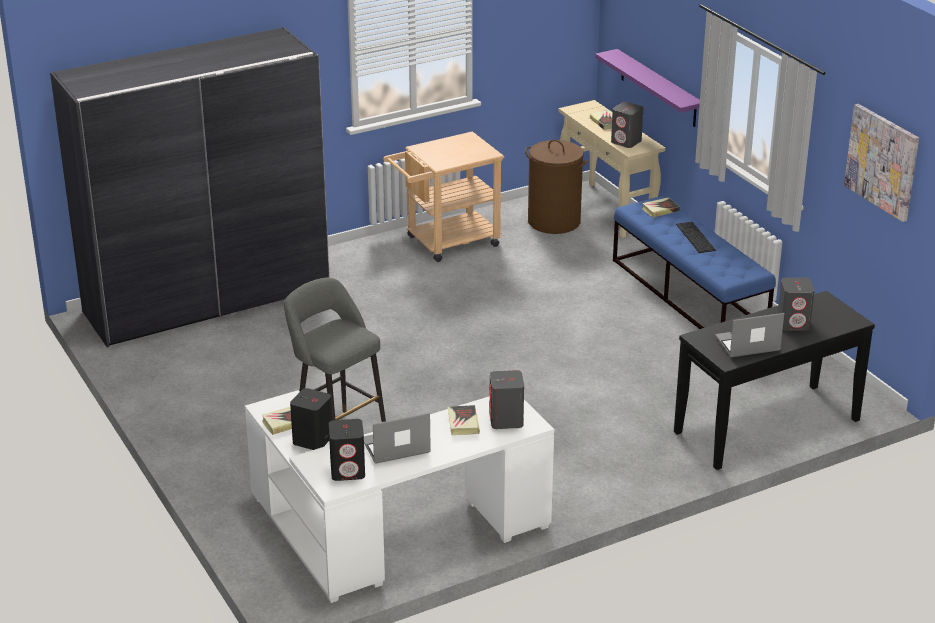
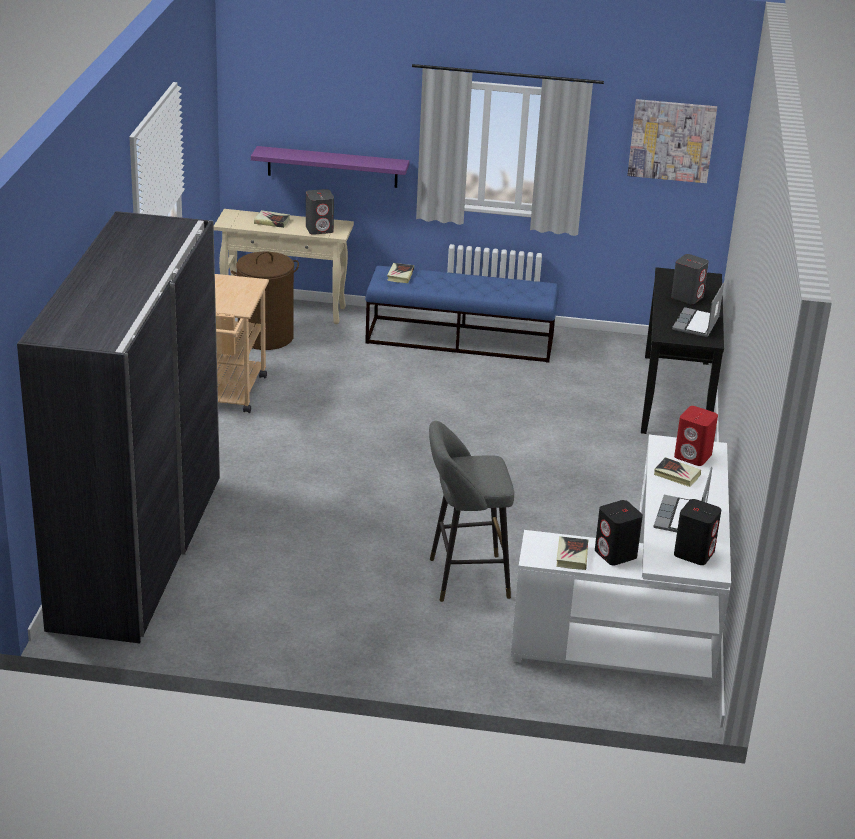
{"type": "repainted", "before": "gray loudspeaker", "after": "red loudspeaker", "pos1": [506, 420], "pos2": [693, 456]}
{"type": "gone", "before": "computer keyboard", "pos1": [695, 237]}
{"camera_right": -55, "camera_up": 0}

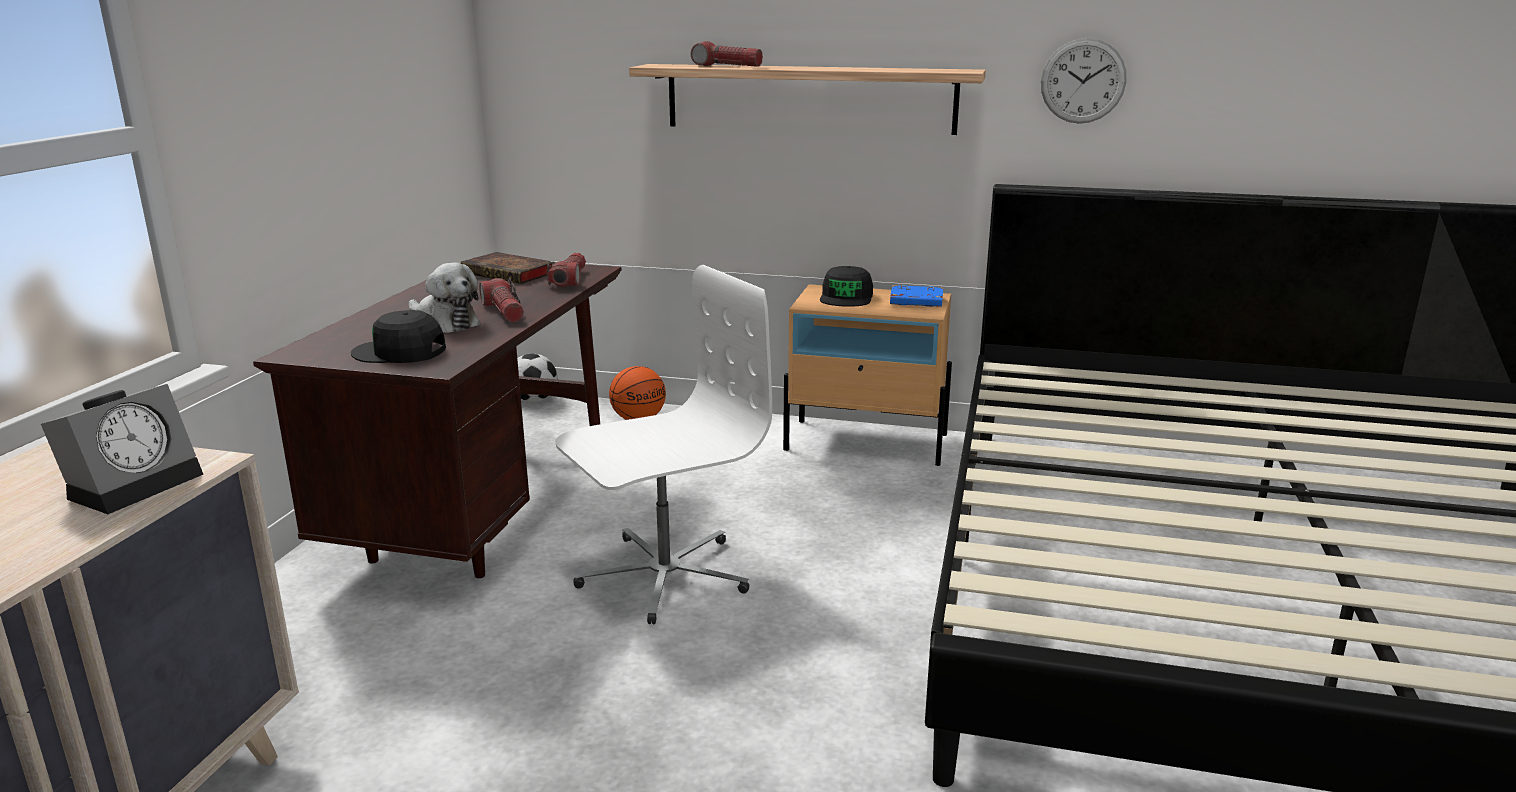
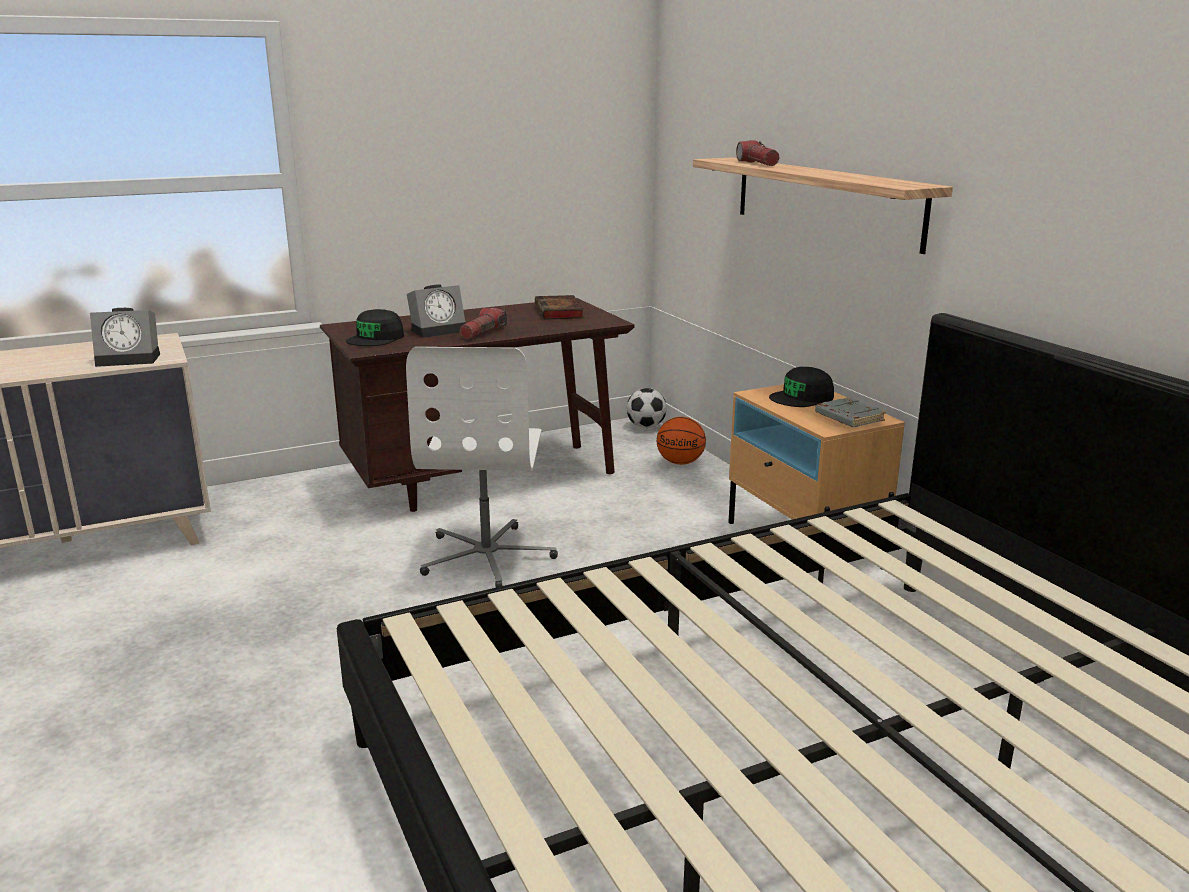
{"type": "rotated", "before": "blackish cap", "pos1": [400, 352], "pos2": [376, 338], "turn": -120}
{"type": "swapped", "before": "cuddly toy", "after": "bedside clock", "pos1": [444, 323], "pos2": [439, 330]}
{"type": "gone", "before": "flashlight", "pos1": [569, 280]}
{"type": "rotated", "before": "white-coloured desk chair", "pos1": [663, 575], "pos2": [488, 556], "turn": 75}
{"type": "repainted", "before": "bluish bound book", "after": "gray bound book", "pos1": [915, 301], "pos2": [848, 417]}
{"type": "gone", "before": "clock on the wall", "pos1": [1083, 81]}
{"camera_right": 50, "camera_up": 0}

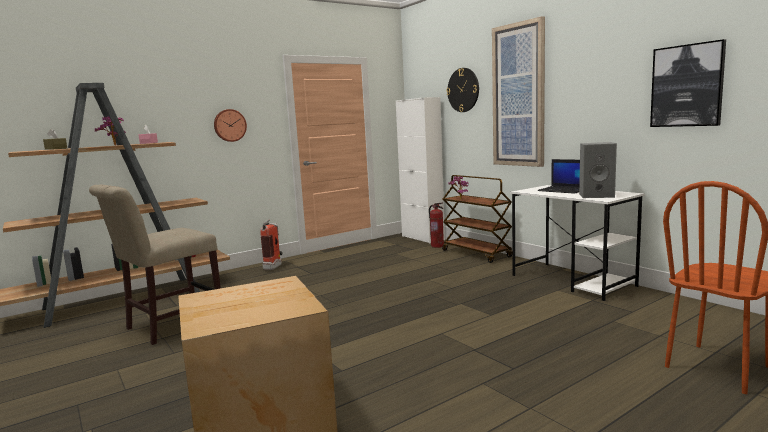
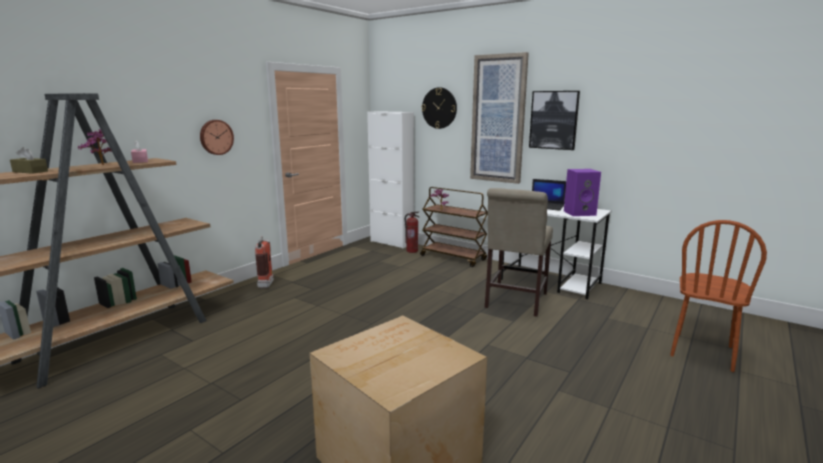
{"type": "shifted", "before": "beige upright chair", "pos1": [169, 325], "pos2": [514, 302]}
{"type": "repainted", "before": "gray loudspeaker", "after": "purple-coloured loudspeaker", "pos1": [597, 195], "pos2": [580, 213]}
{"type": "shifted", "before": "wall picture", "pos1": [687, 86], "pos2": [554, 120]}
{"camera_right": -20, "camera_up": 5}

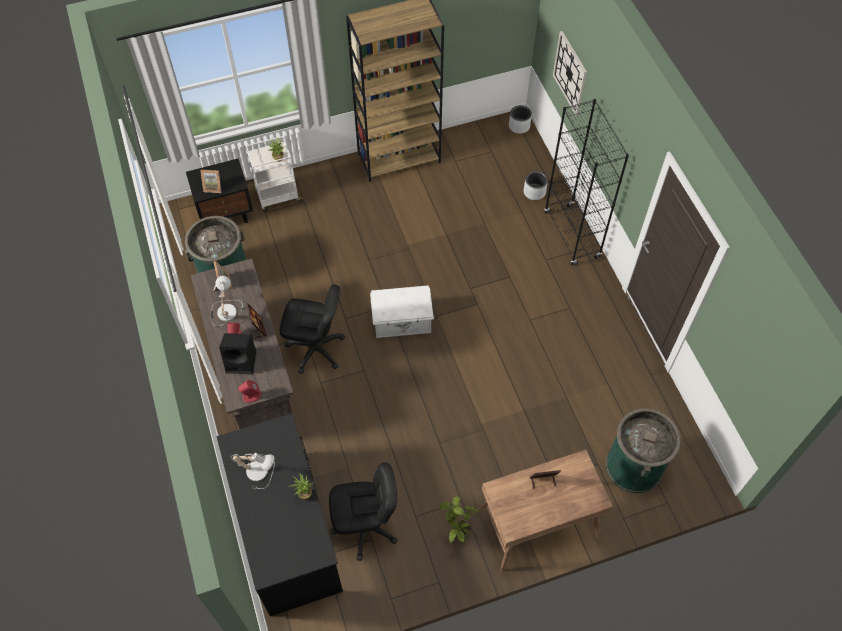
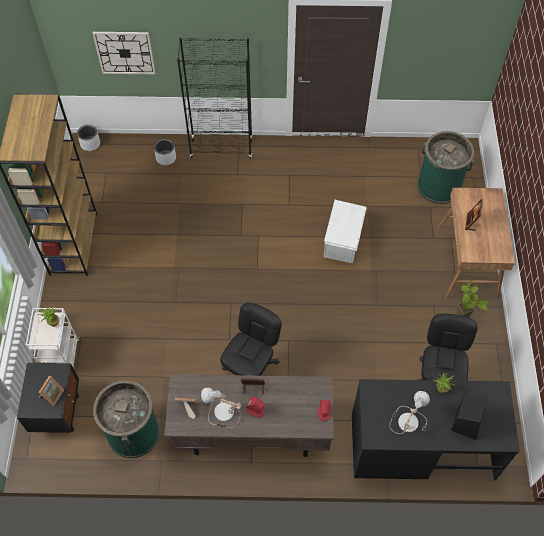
{"type": "shifted", "before": "blackish loudspeaker", "pos1": [242, 362], "pos2": [466, 422]}
{"type": "shifted", "before": "white-coloured storage container", "pos1": [402, 321], "pos2": [343, 240]}
{"camera_right": -70, "camera_up": 0}

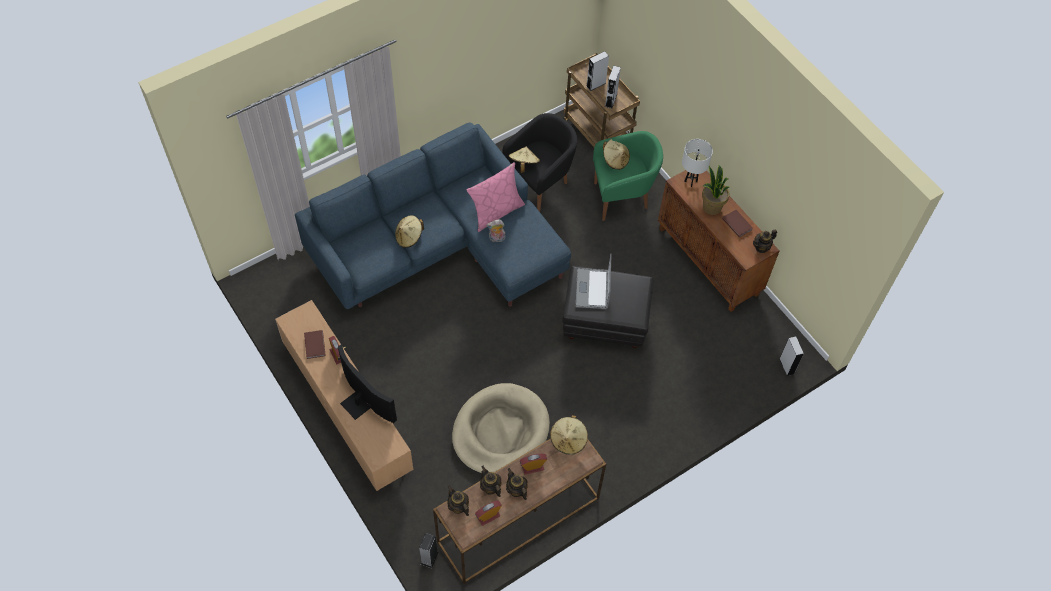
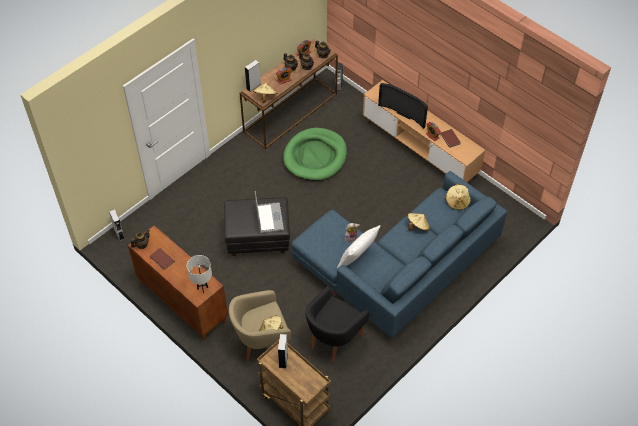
{"type": "repainted", "before": "beige pet bed", "after": "green pet bed", "pos1": [500, 431], "pos2": [315, 156]}
{"type": "repainted", "before": "pinkish pillow", "after": "white-coloured pillow", "pos1": [496, 212], "pos2": [357, 258]}
{"type": "shifted", "before": "beige wearable hat", "pos1": [523, 164], "pos2": [457, 202]}
{"type": "shifted", "before": "gray loudspeaker", "pos1": [596, 84], "pos2": [253, 86]}
{"type": "repainted", "before": "green easy chair", "after": "beige easy chair", "pos1": [622, 198], "pos2": [261, 342]}
{"type": "gone", "before": "houseplant", "pos1": [711, 207]}
{"camera_right": 170, "camera_up": -5}

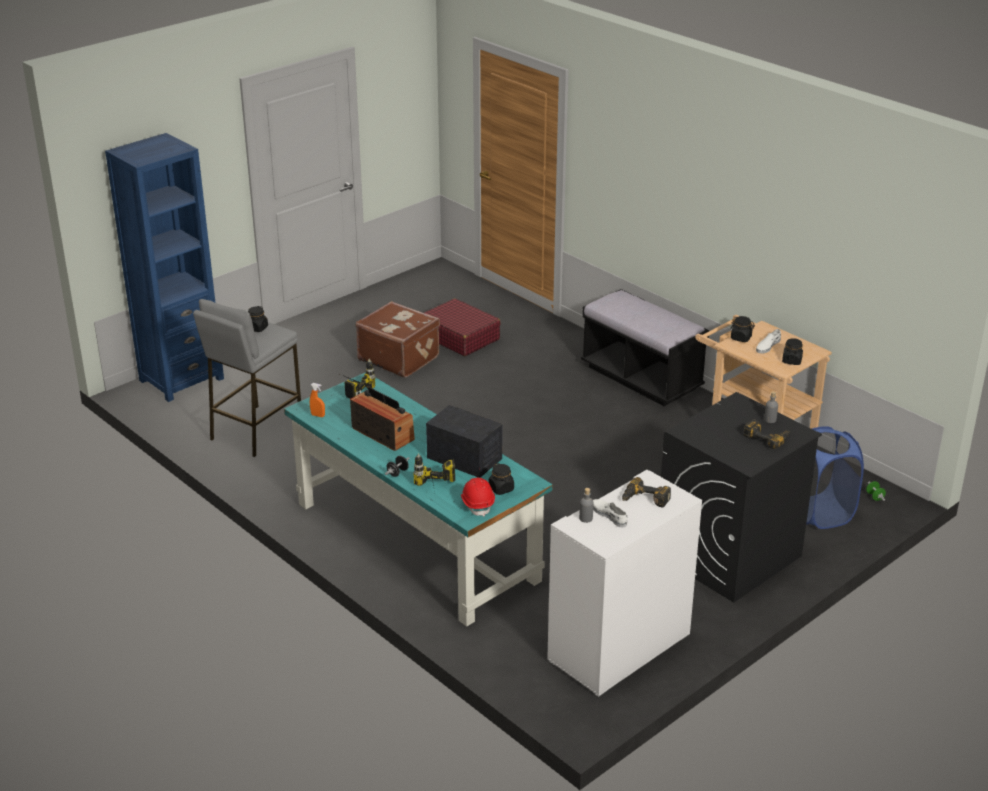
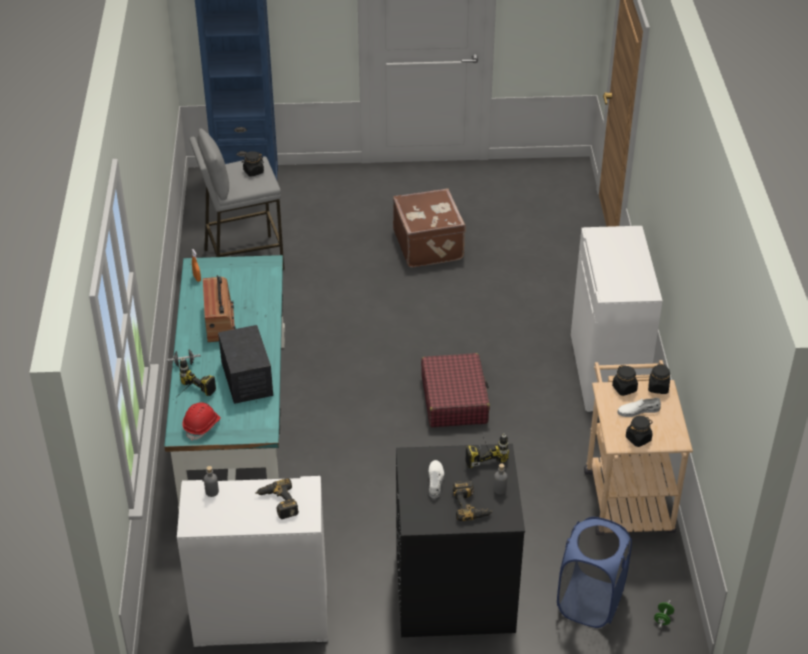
{"type": "shifted", "before": "drill", "pos1": [352, 389], "pos2": [483, 452]}
{"type": "shifted", "before": "red travel case", "pos1": [459, 337], "pos2": [454, 399]}
{"type": "shifted", "before": "blackish jar", "pos1": [501, 489], "pos2": [658, 387]}
{"type": "swapped", "before": "blackish long seat", "after": "white-coloured cupboard", "pos1": [641, 378], "pos2": [608, 373]}
{"type": "shifted", "before": "white-coloured shoe", "pos1": [609, 515], "pos2": [435, 481]}
{"camera_right": 40, "camera_up": 10}

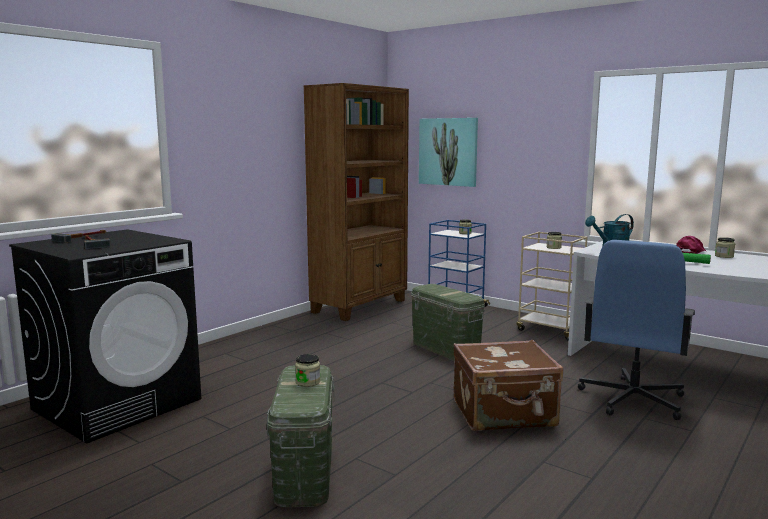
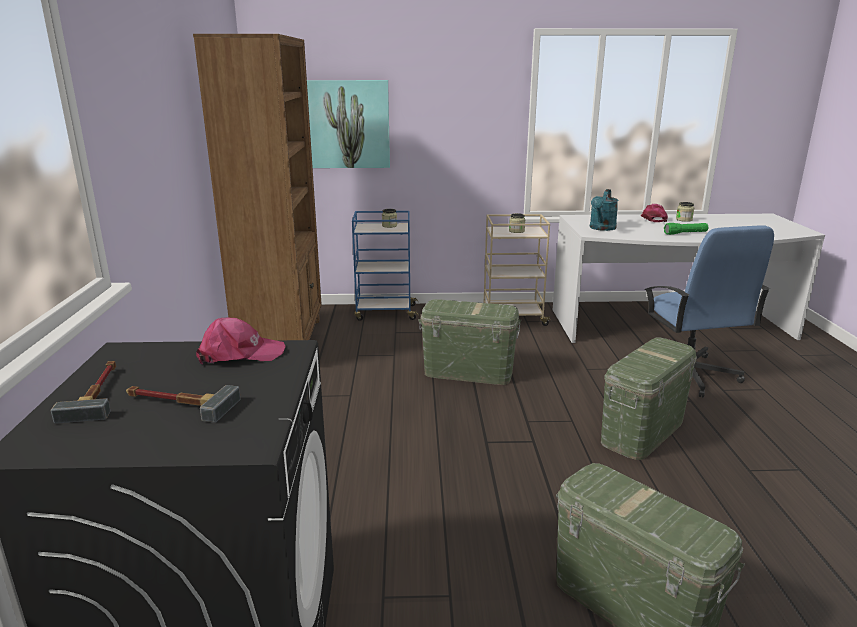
{"type": "gone", "before": "jar", "pos1": [308, 382]}
{"type": "swapped", "before": "brown-coloured travel case", "after": "green storage container", "pos1": [504, 414], "pos2": [642, 431]}
{"type": "new", "after": "pinkish cap", "pos2": [240, 354]}
{"camera_right": -40, "camera_up": 10}

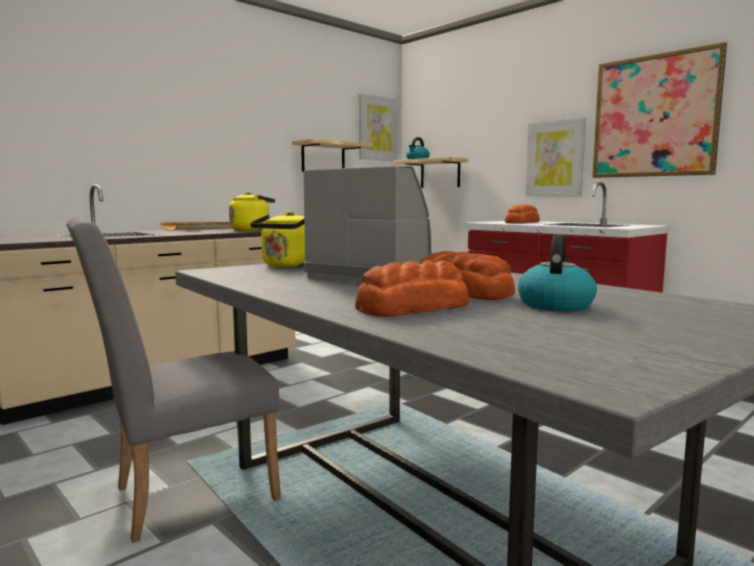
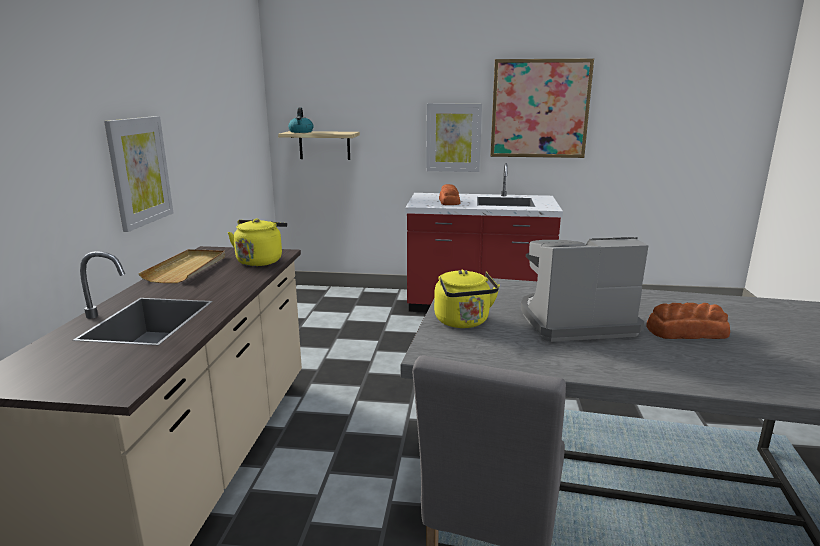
{"type": "gone", "before": "bracket shelf", "pos1": [323, 158]}
{"type": "gone", "before": "baked bread", "pos1": [411, 308]}
{"type": "shifted", "before": "wall picture", "pos1": [377, 128], "pos2": [139, 171]}
{"type": "gone", "before": "kettle", "pos1": [555, 305]}
{"camera_right": -40, "camera_up": 10}

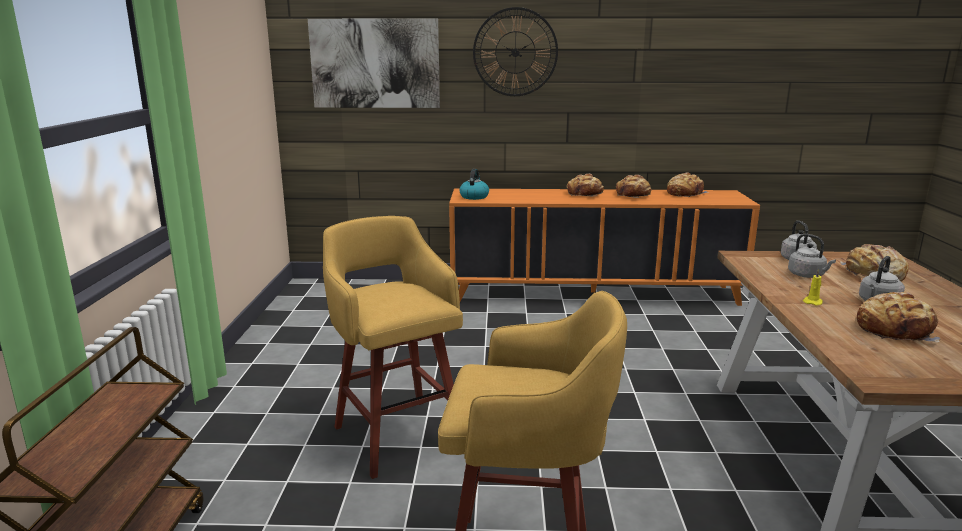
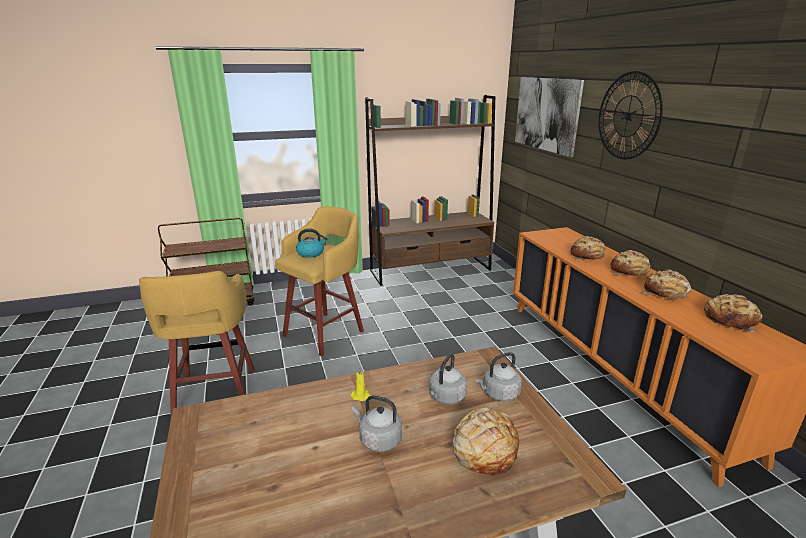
{"type": "shifted", "before": "kettle", "pos1": [474, 196], "pos2": [311, 253]}
{"type": "shifted", "before": "baked bread", "pos1": [895, 330], "pos2": [587, 256]}
{"type": "new", "after": "brown-coloured shelving unit", "pos2": [431, 270]}
{"camera_right": 70, "camera_up": 5}

